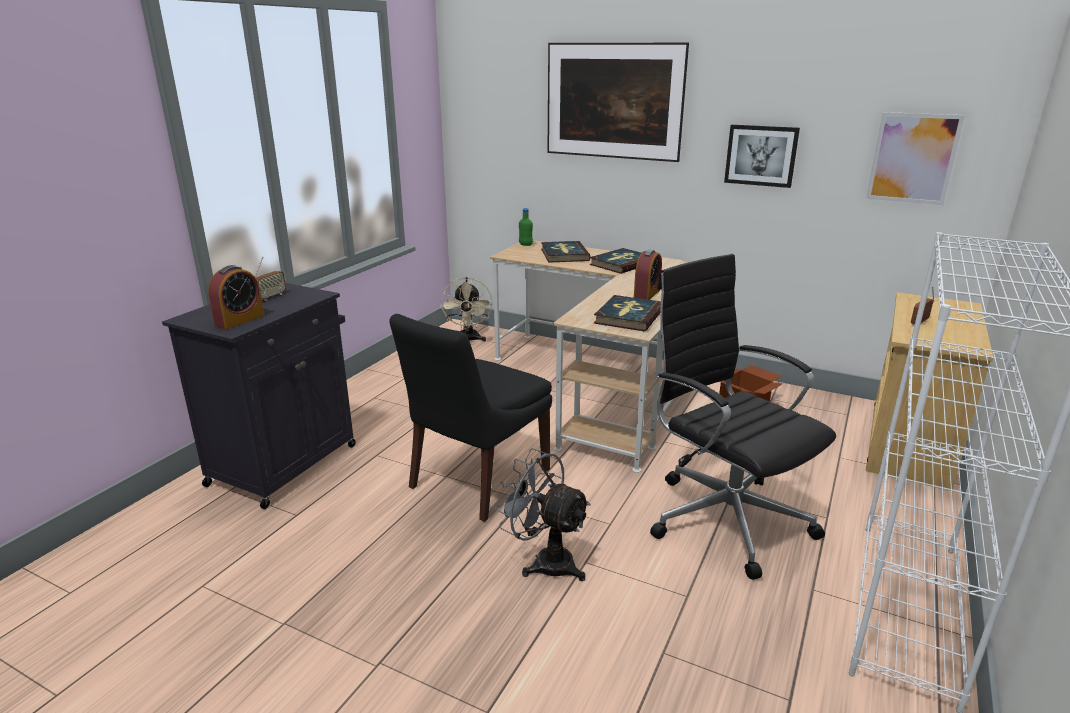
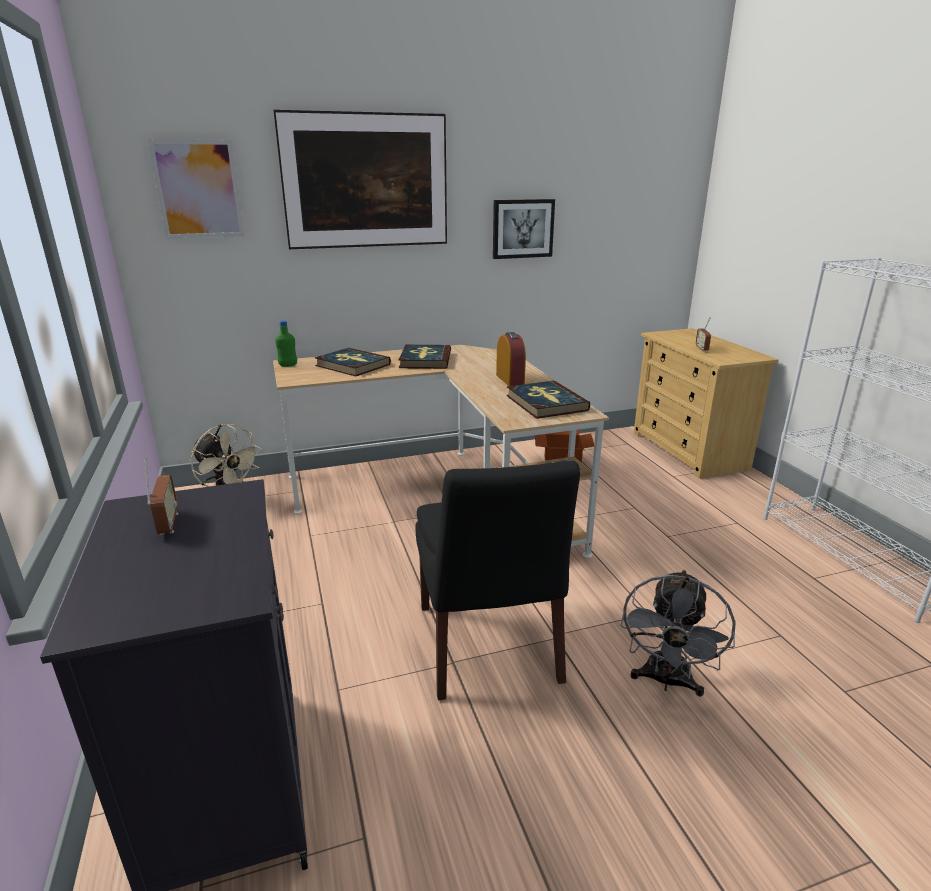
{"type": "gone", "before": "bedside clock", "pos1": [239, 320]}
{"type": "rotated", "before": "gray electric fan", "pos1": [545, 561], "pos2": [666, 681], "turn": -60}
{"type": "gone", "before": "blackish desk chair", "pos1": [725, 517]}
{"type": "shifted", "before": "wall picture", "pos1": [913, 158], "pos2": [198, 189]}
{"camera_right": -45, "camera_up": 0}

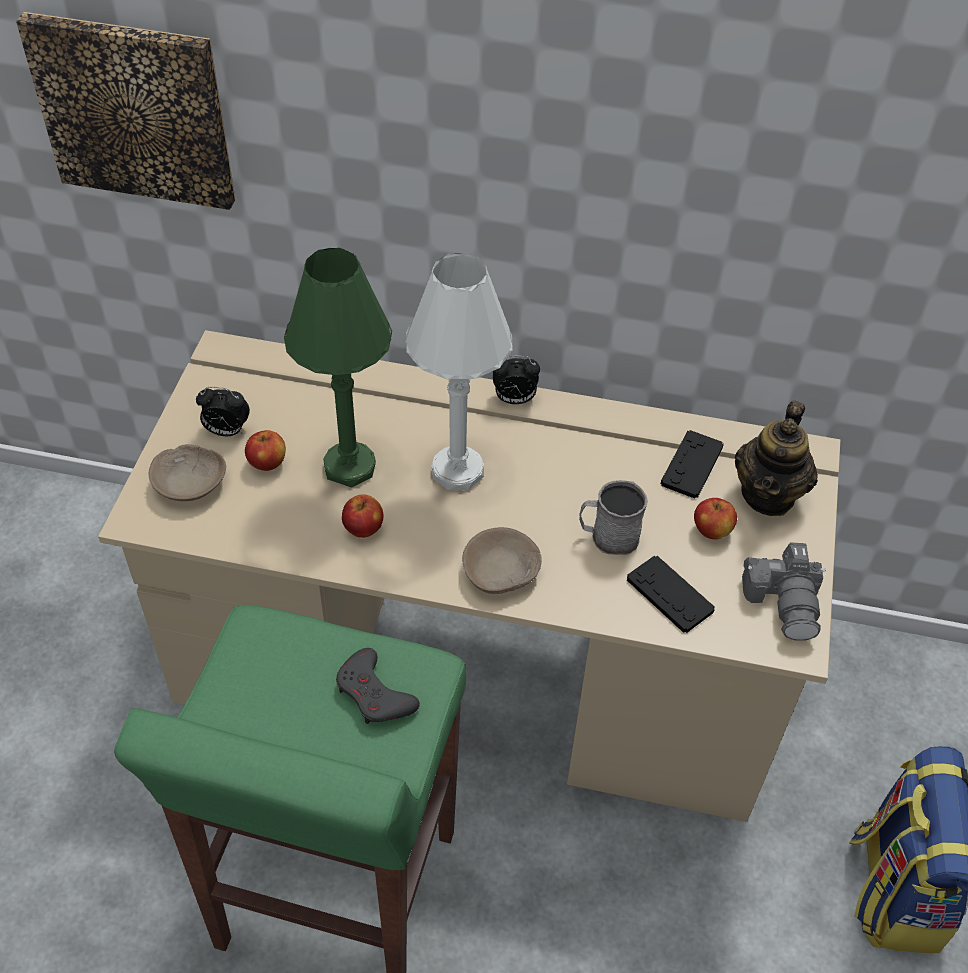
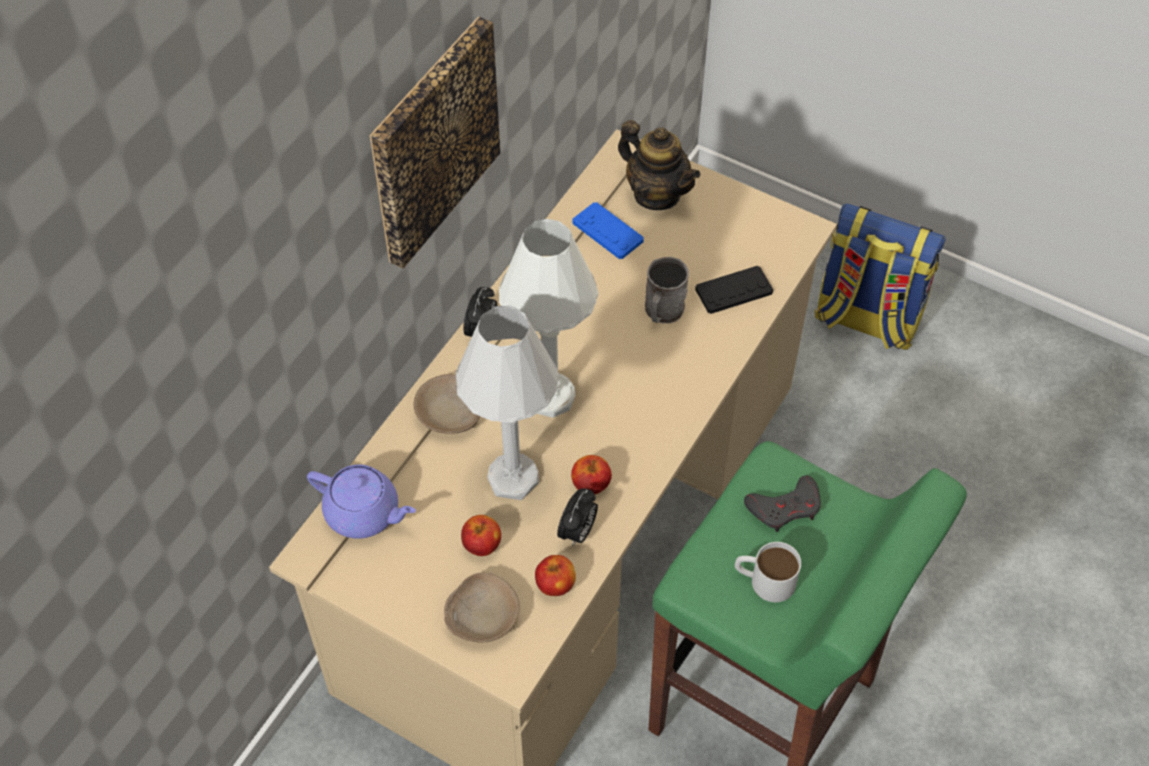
{"type": "shifted", "before": "wall picture", "pos1": [134, 110], "pos2": [432, 141]}
{"type": "shifted", "before": "bedside clock", "pos1": [226, 431], "pos2": [578, 532]}
{"type": "repainted", "before": "green tabletop lamp", "after": "white-coloured tabletop lamp", "pos1": [349, 467], "pos2": [513, 479]}
{"type": "shifted", "before": "beige serving bowl", "pos1": [501, 572], "pos2": [450, 413]}
{"type": "repainted", "before": "blackish joypad", "after": "bluish joypad", "pos1": [692, 465], "pos2": [607, 232]}
{"type": "shifted", "before": "whole apple", "pos1": [712, 530], "pos2": [555, 584]}
{"type": "gone", "before": "photo camera", "pos1": [785, 602]}
{"type": "new", "after": "purple-coloured pot for tea", "pos2": [364, 513]}
{"type": "new", "after": "white-coloured coffee mug", "pos2": [764, 580]}
{"camera_right": -70, "camera_up": 5}

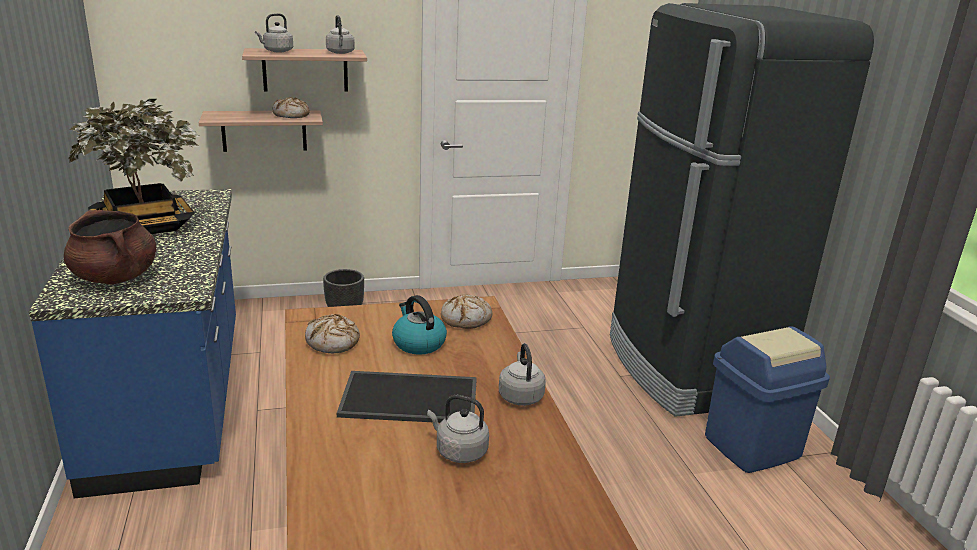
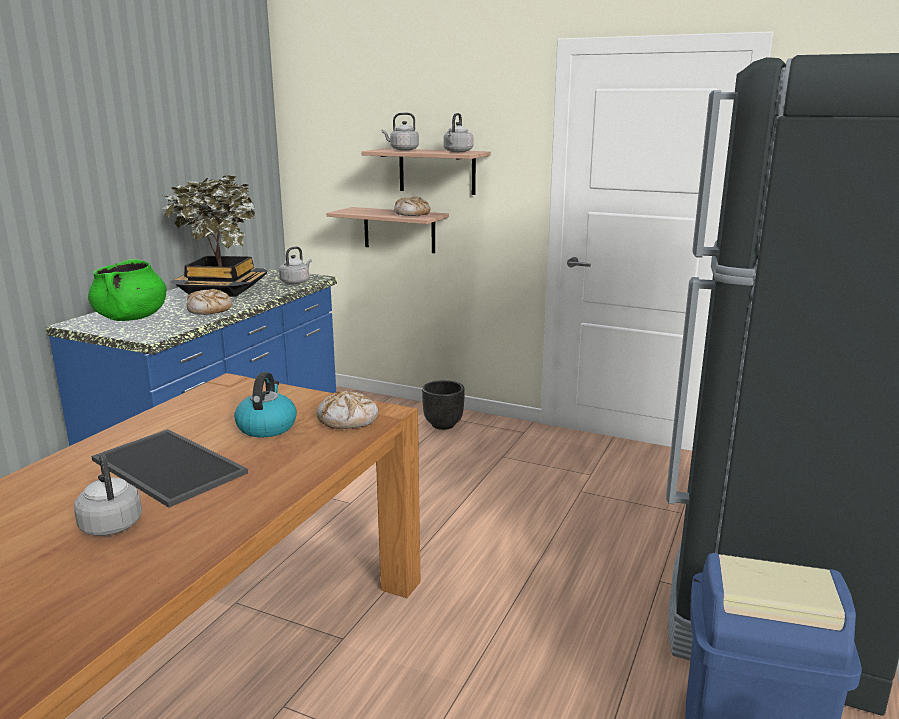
{"type": "repainted", "before": "brown-coloured stockpot", "after": "green stockpot", "pos1": [115, 278], "pos2": [131, 318]}
{"type": "shifted", "before": "baked bread", "pos1": [333, 342], "pos2": [209, 310]}
{"type": "shifted", "before": "gray kettle", "pos1": [520, 395], "pos2": [296, 282]}
{"camera_right": 40, "camera_up": -5}

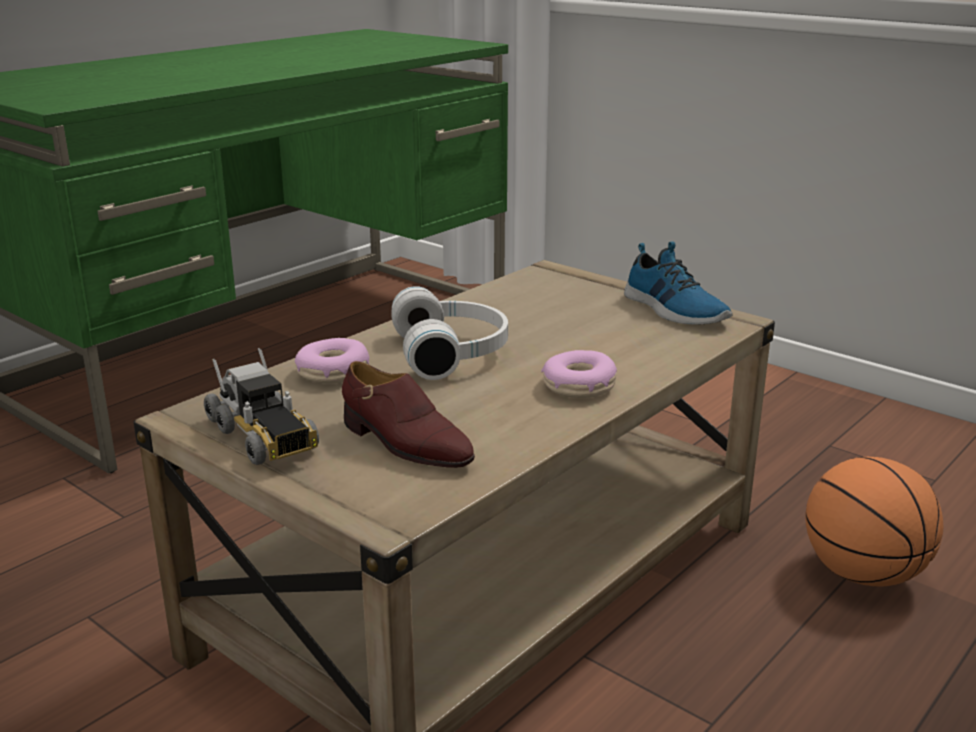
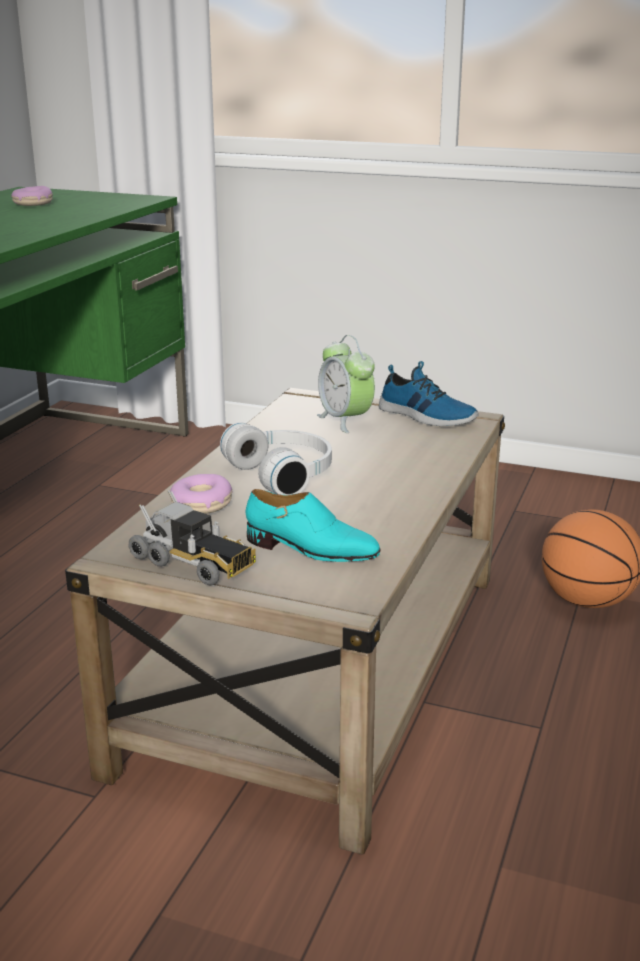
{"type": "repainted", "before": "brown-coloured shoe", "after": "turquoise-coloured shoe", "pos1": [405, 444], "pos2": [311, 549]}
{"type": "shifted", "before": "doughnut", "pos1": [579, 387], "pos2": [33, 204]}
{"type": "new", "after": "bedside clock", "pos2": [345, 421]}
{"camera_right": -20, "camera_up": 0}

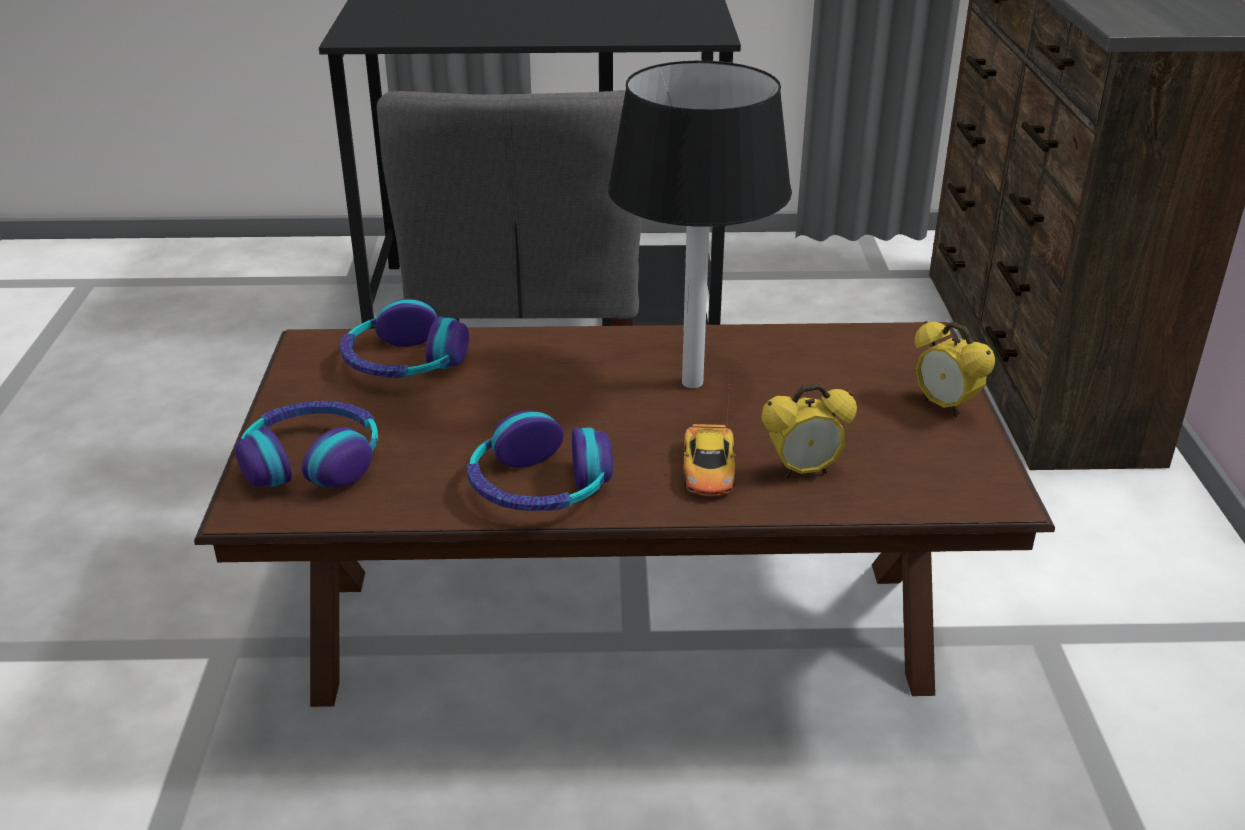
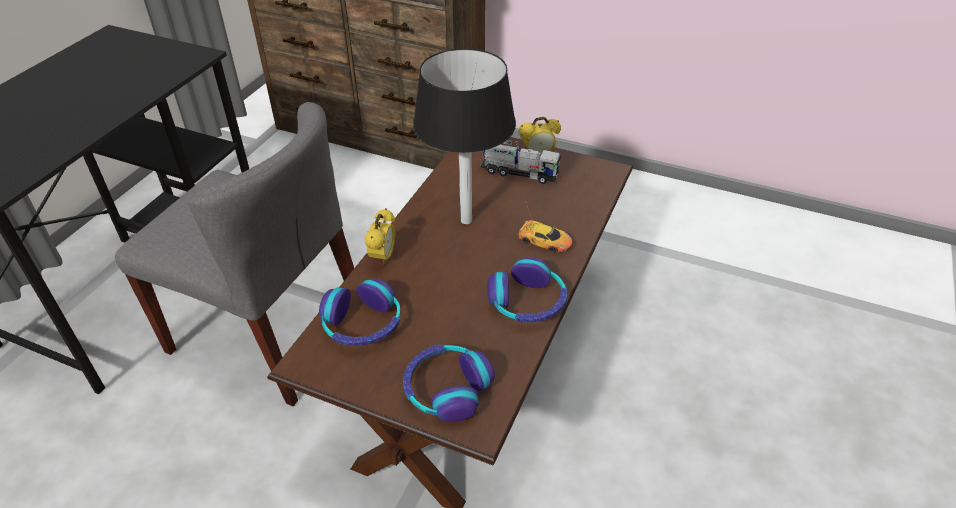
{"type": "shifted", "before": "bedside clock", "pos1": [803, 471], "pos2": [383, 257]}
{"type": "new", "after": "toy lorry", "pos2": [520, 173]}
{"camera_right": -65, "camera_up": 10}

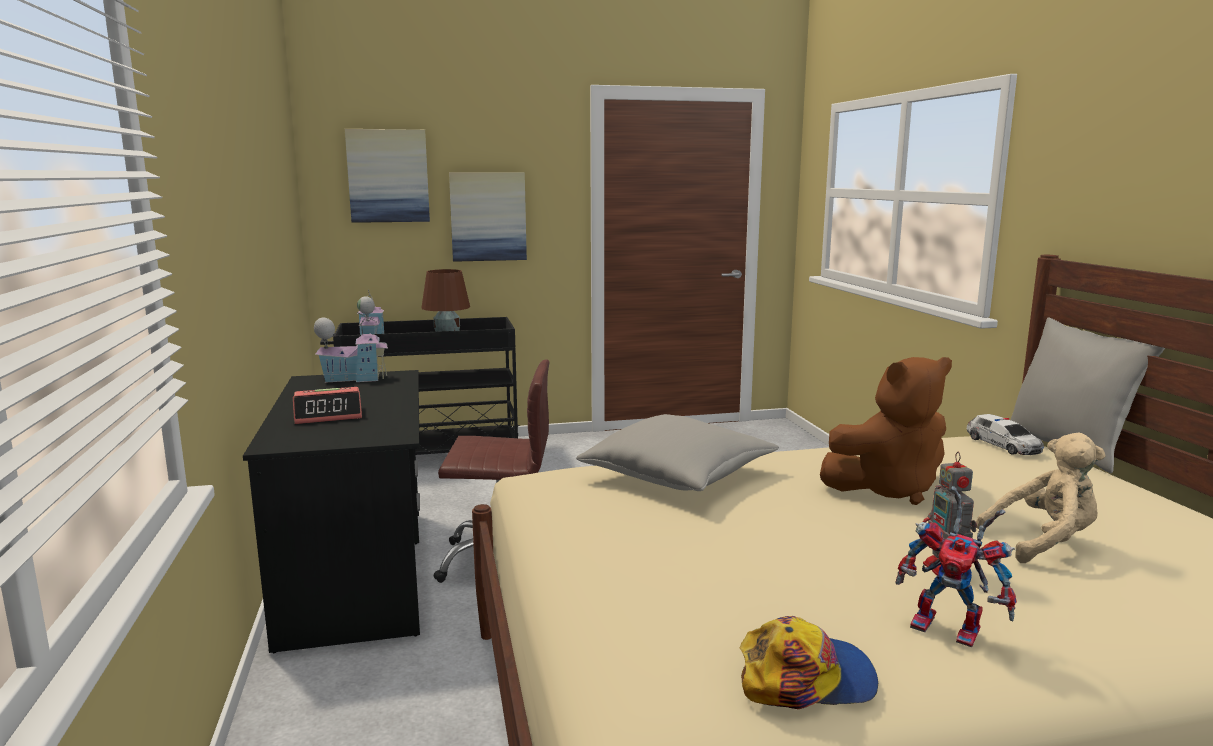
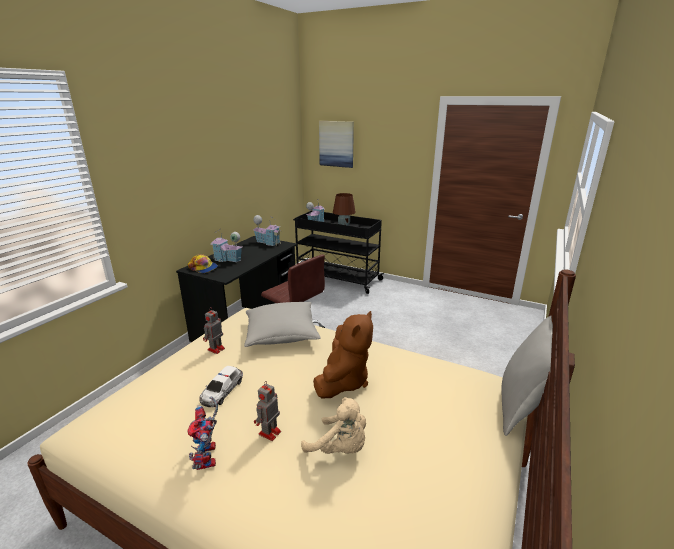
{"type": "swapped", "before": "bedside clock", "after": "toy house", "pos1": [329, 415], "pos2": [227, 259]}
{"type": "gone", "before": "wall picture", "pos1": [488, 216]}
{"type": "shifted", "before": "cap", "pos1": [806, 678], "pos2": [203, 268]}
{"type": "rotated", "before": "brown-coloured cuddly toy", "pos1": [887, 489], "pos2": [343, 381], "turn": -90}
{"type": "shifted", "before": "model car", "pos1": [1003, 445], "pos2": [222, 391]}
{"type": "new", "after": "robot figure", "pos2": [215, 349]}
{"camera_right": 40, "camera_up": 10}

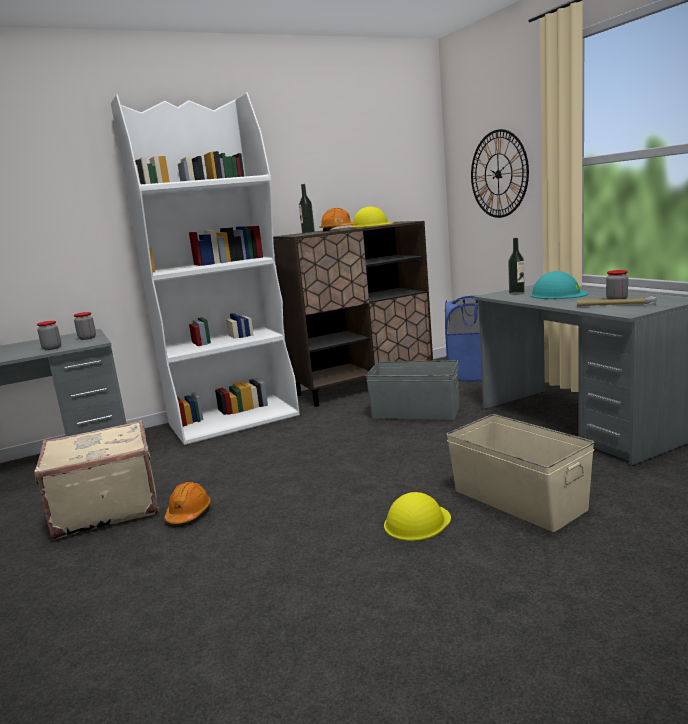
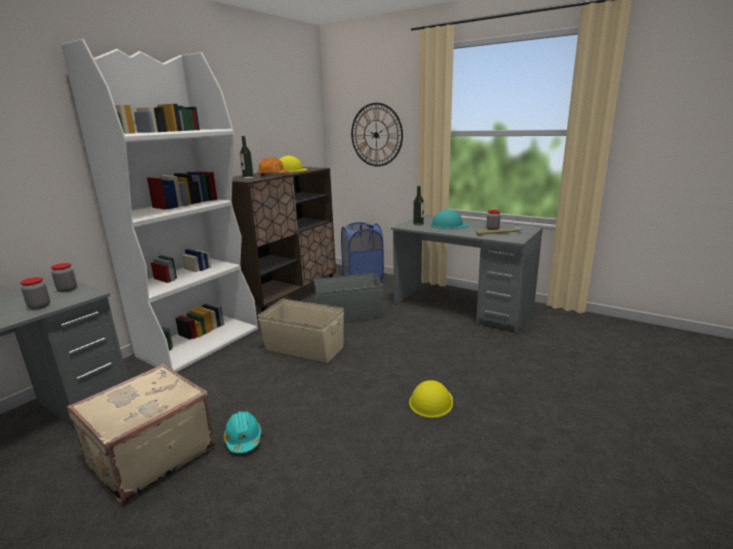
{"type": "repainted", "before": "orangey safety helmet", "after": "turquoise-coloured safety helmet", "pos1": [189, 513], "pos2": [243, 439]}
{"type": "shifted", "before": "beige storage container", "pos1": [518, 500], "pos2": [304, 348]}
{"camera_right": -30, "camera_up": 5}

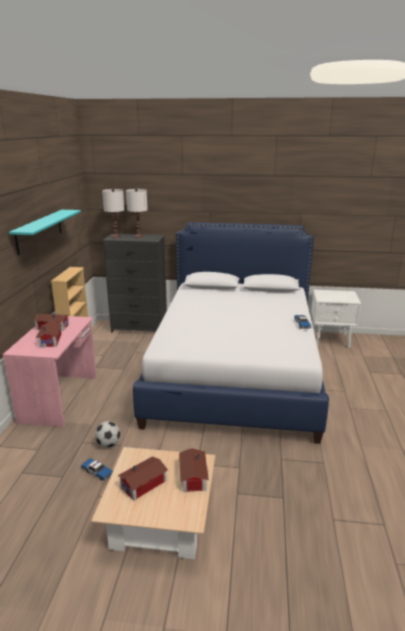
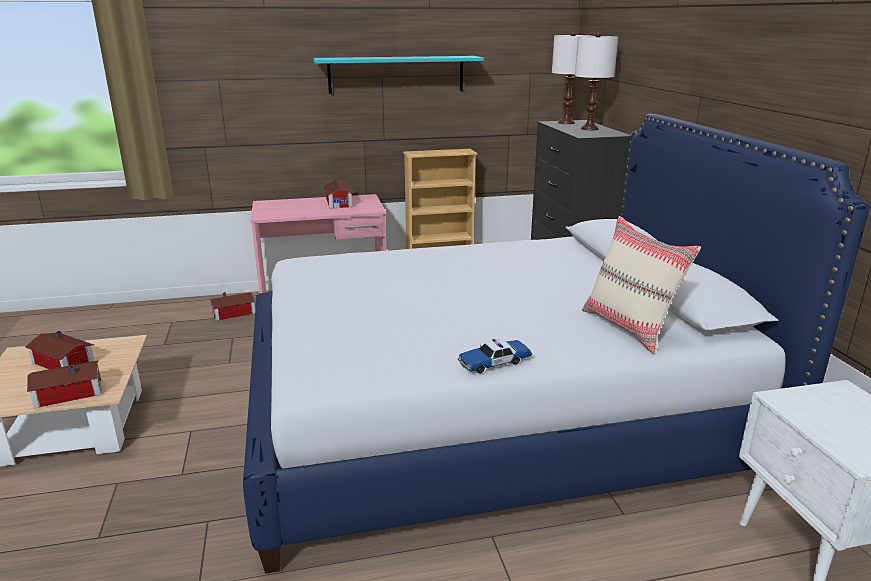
{"type": "shifted", "before": "toy house", "pos1": [51, 339], "pos2": [235, 313]}
{"type": "gone", "before": "model car", "pos1": [97, 472]}
{"type": "gone", "before": "football ball", "pos1": [108, 444]}
{"type": "new", "after": "beige pillow", "pos2": [629, 327]}
{"camera_right": 70, "camera_up": 0}

